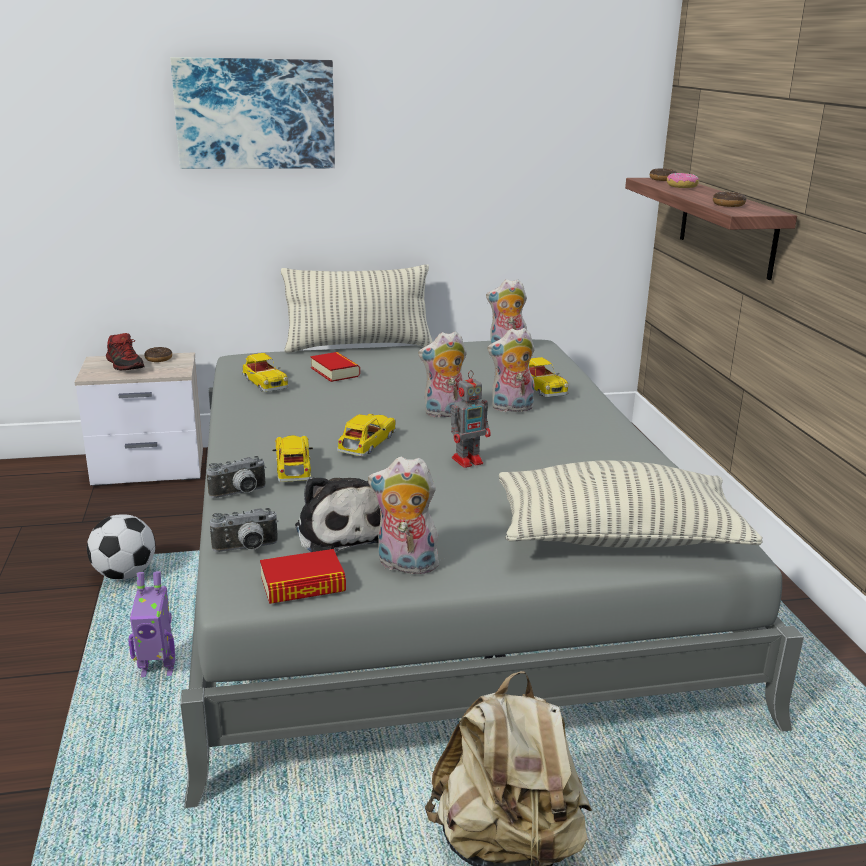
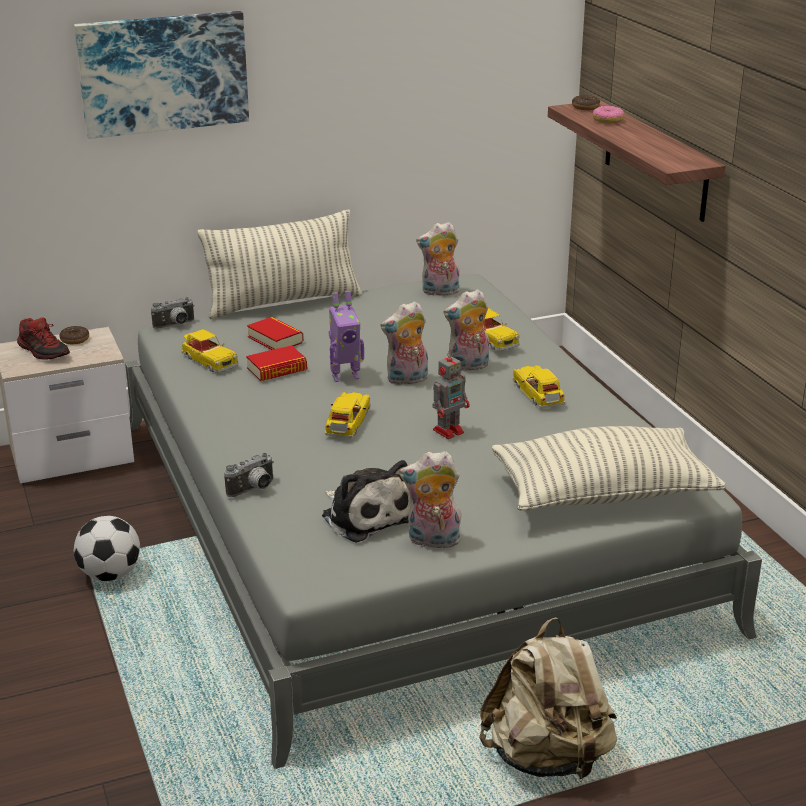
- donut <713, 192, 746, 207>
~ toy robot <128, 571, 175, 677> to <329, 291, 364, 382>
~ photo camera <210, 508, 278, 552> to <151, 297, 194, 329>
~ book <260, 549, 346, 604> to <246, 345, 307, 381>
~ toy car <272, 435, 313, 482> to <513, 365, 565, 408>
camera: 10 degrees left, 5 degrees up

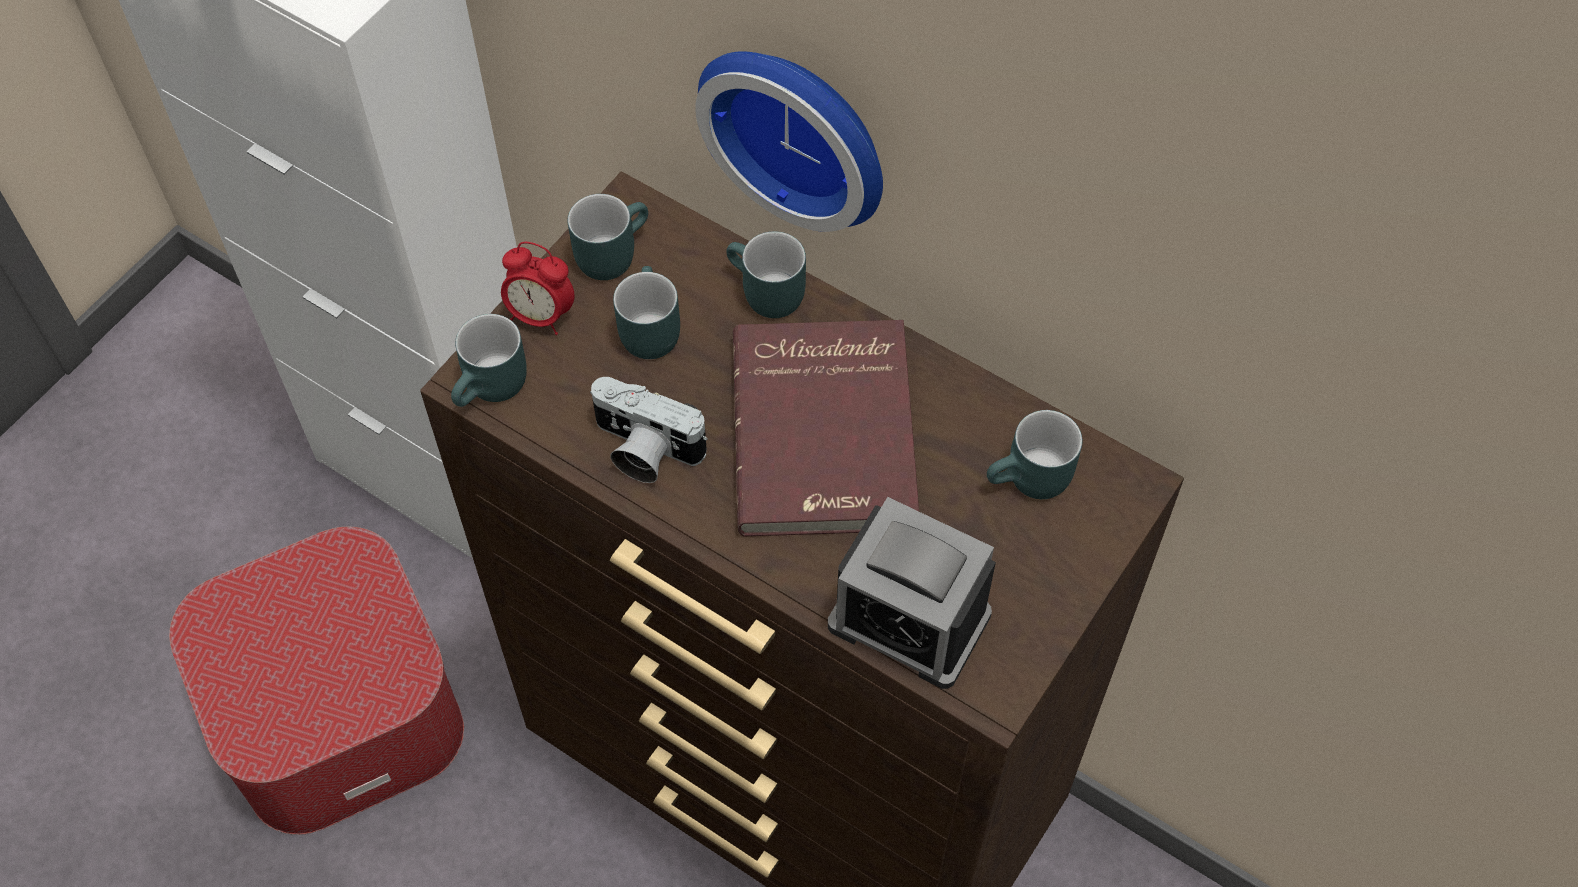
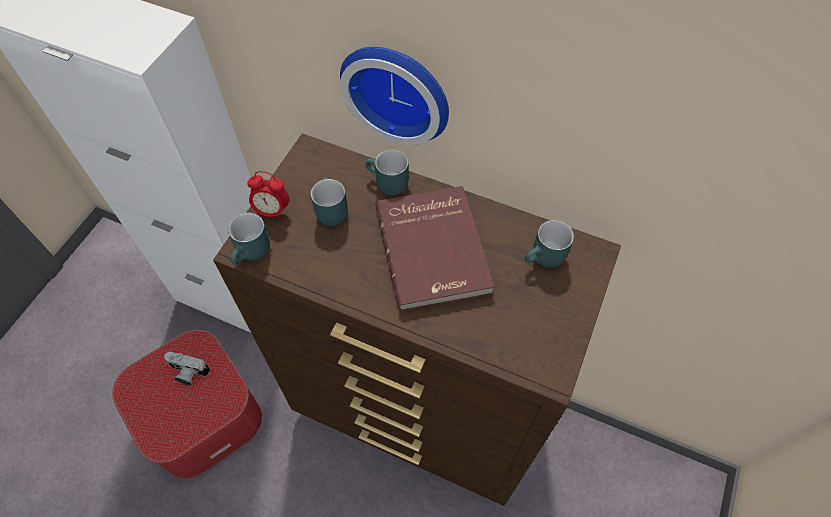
- turquoise mug <568, 194, 648, 280>
- alarm clock <828, 497, 996, 689>
~ photo camera <590, 377, 708, 483> to <164, 352, 210, 385>
camera: 10 degrees left, 0 degrees up

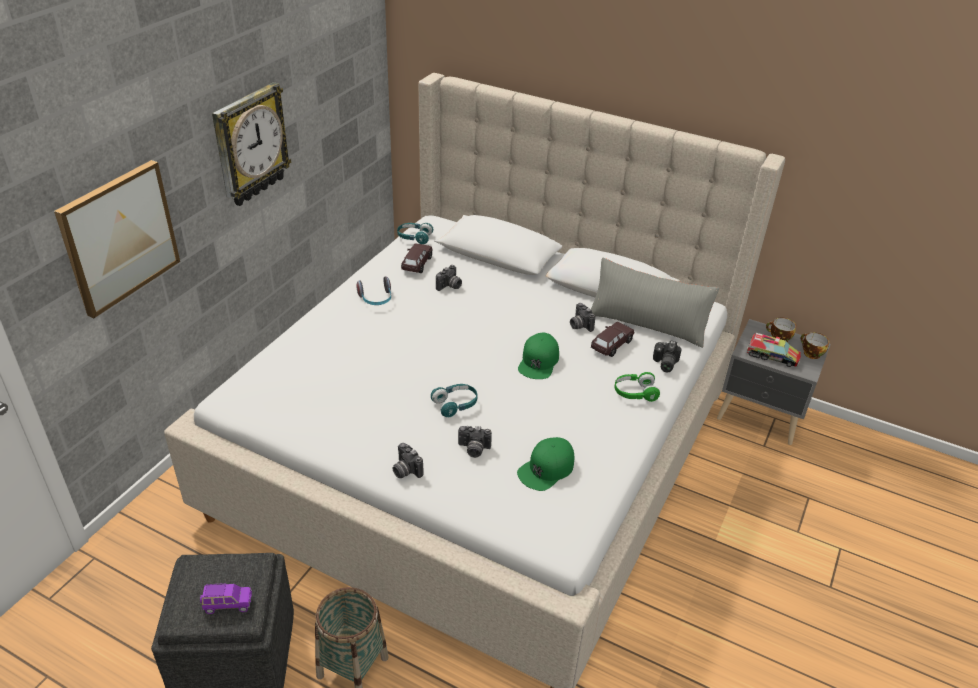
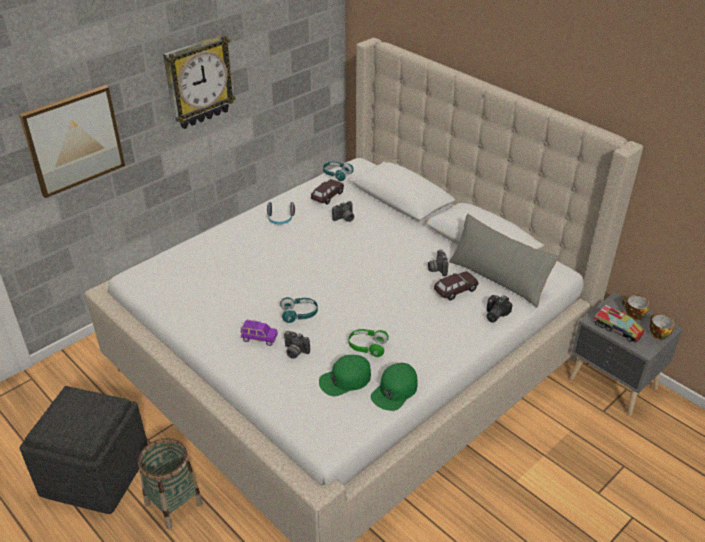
- photo camera <393, 443, 424, 478>
~ purple toy car <200, 583, 252, 614> to <241, 320, 278, 346>
~ green cap <518, 333, 559, 379> to <371, 363, 418, 411>
~ green headphones <615, 372, 660, 402> to <349, 329, 389, 357>
camera: 20 degrees right, 0 degrees up

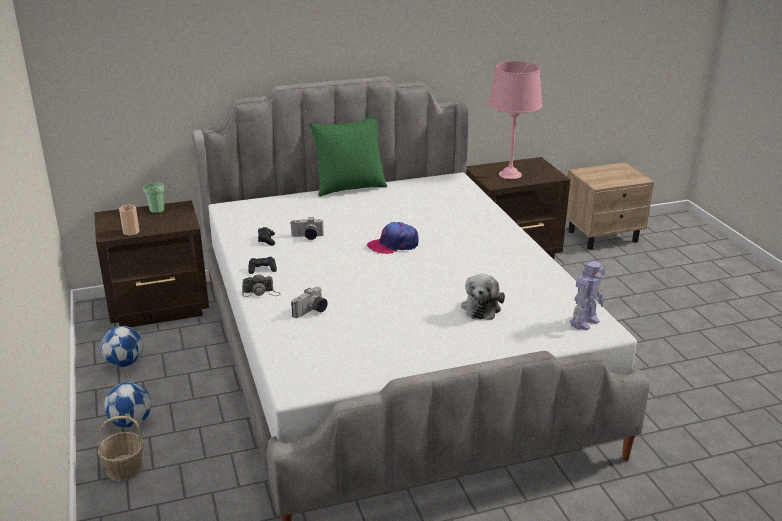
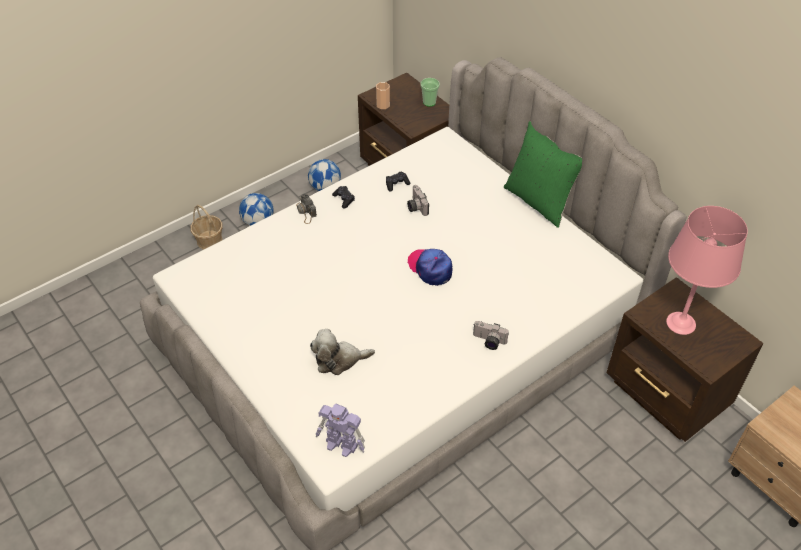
~ photo camera <291, 287, 328, 318> to <473, 321, 509, 350>
camera: 70 degrees right, 20 degrees up

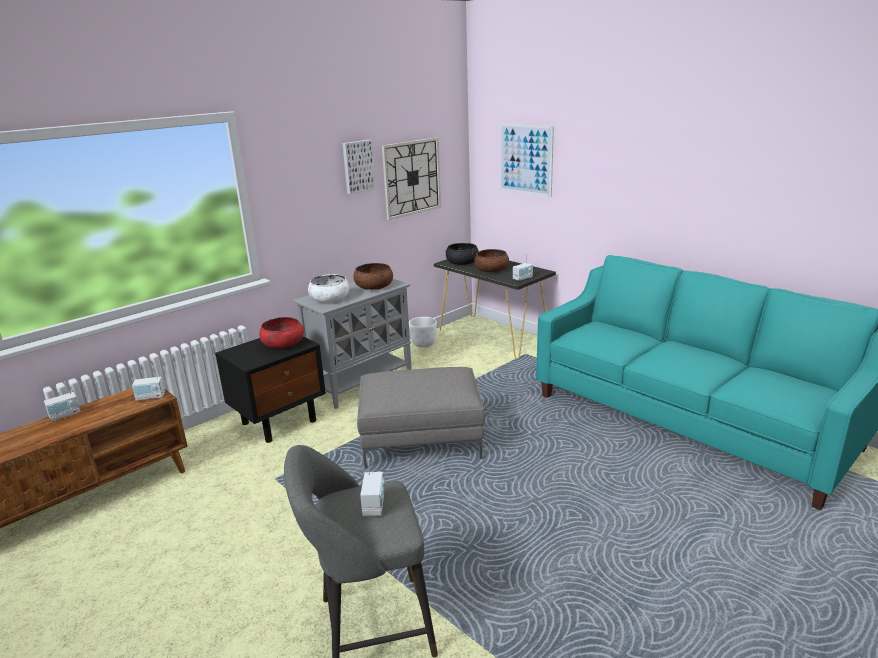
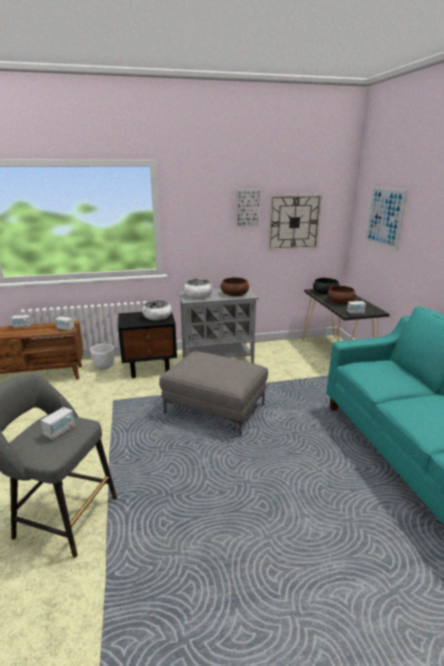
~ white planter <409, 317, 437, 348> to <90, 344, 115, 369>
~ red bowl <259, 317, 304, 349> to white bowl <142, 300, 172, 320>
camera: 30 degrees right, 0 degrees up

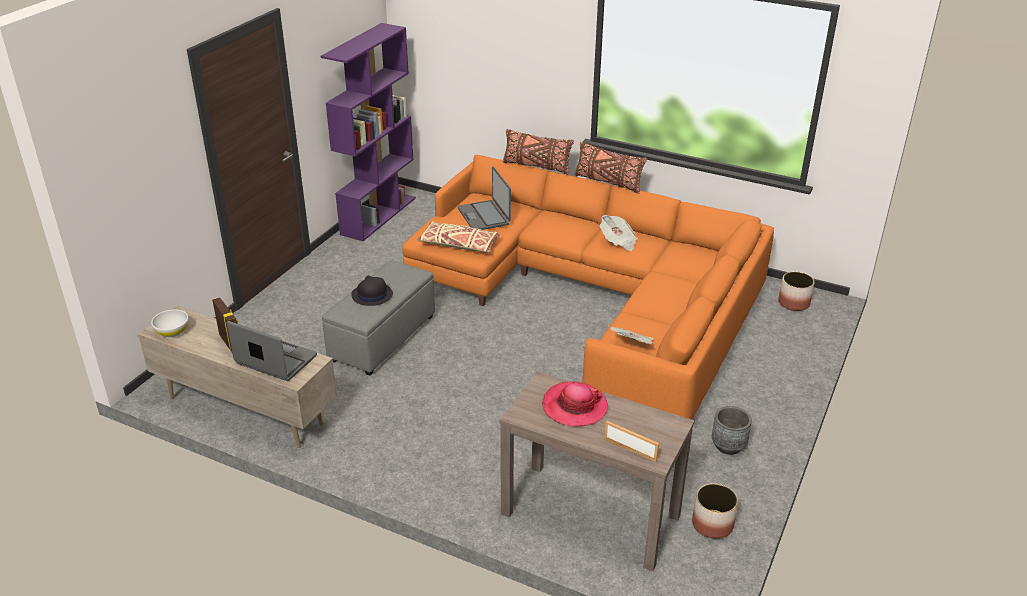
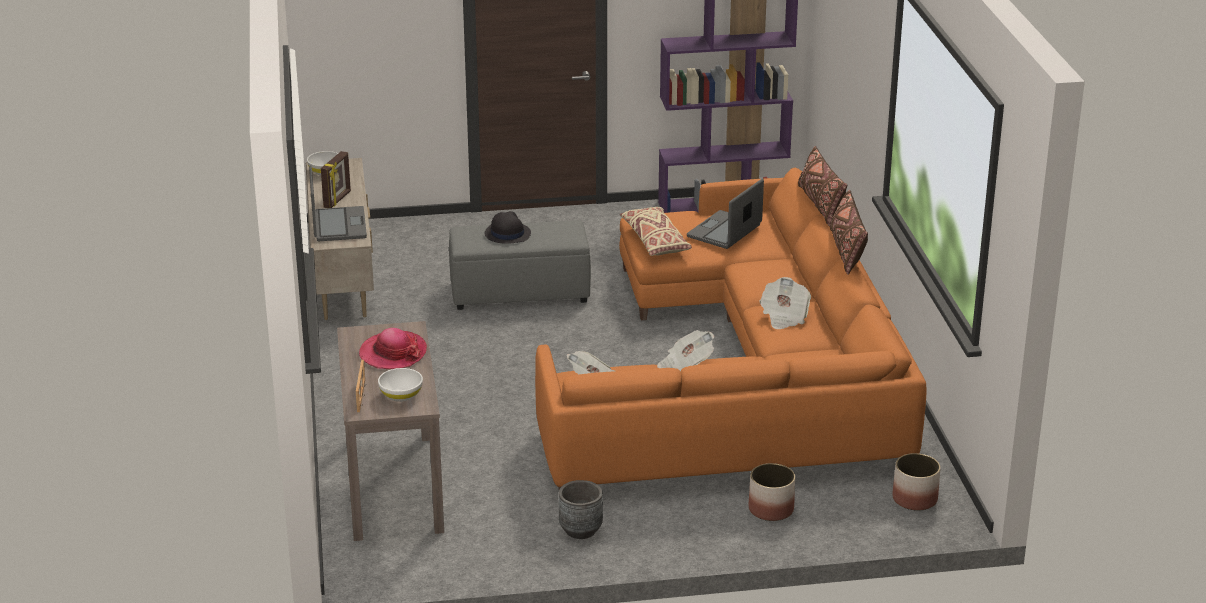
+ white bowl <378, 368, 423, 402>
+ newspaper <657, 330, 715, 371>
~ planter <692, 484, 738, 539> to <749, 463, 795, 521>
camera: 55 degrees right, 5 degrees down

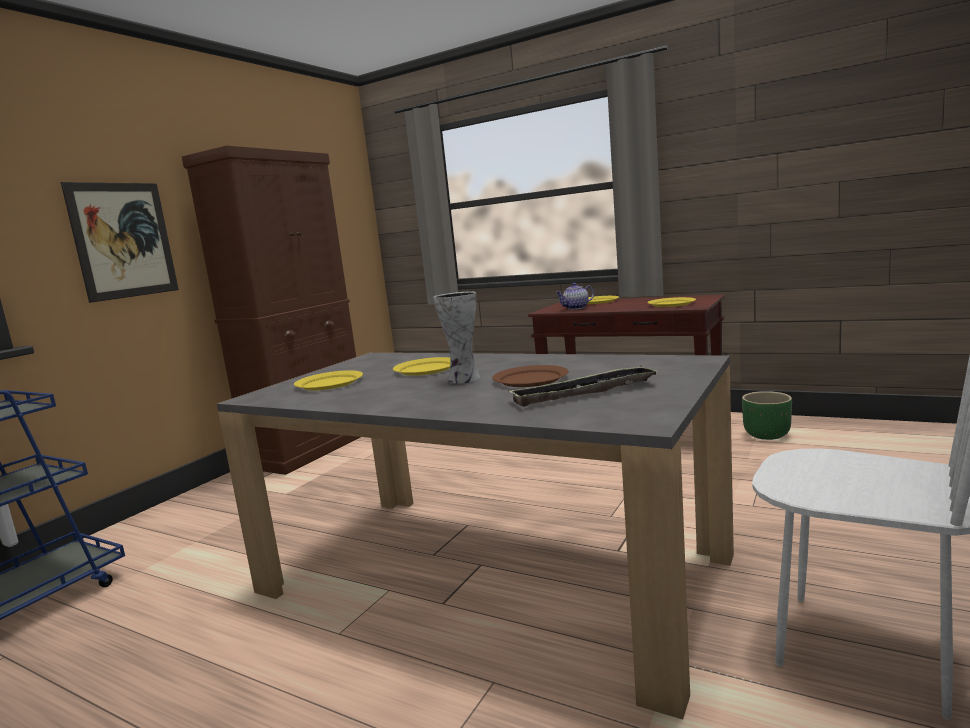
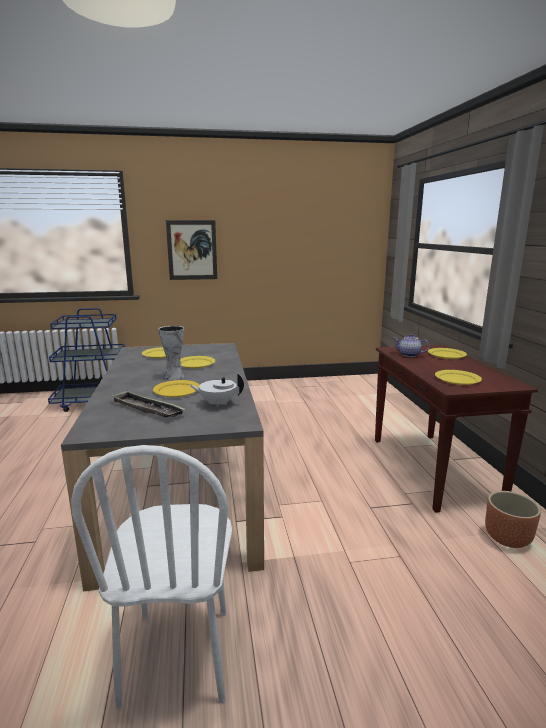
- brown cabinet <182, 145, 360, 475>
+ white teapot <189, 373, 244, 407>
~ brown plate <492, 365, 568, 387> to yellow plate <153, 380, 200, 397>
~ green planter <742, 391, 792, 440> to brown planter <485, 491, 541, 548>
camera: 50 degrees right, 5 degrees up

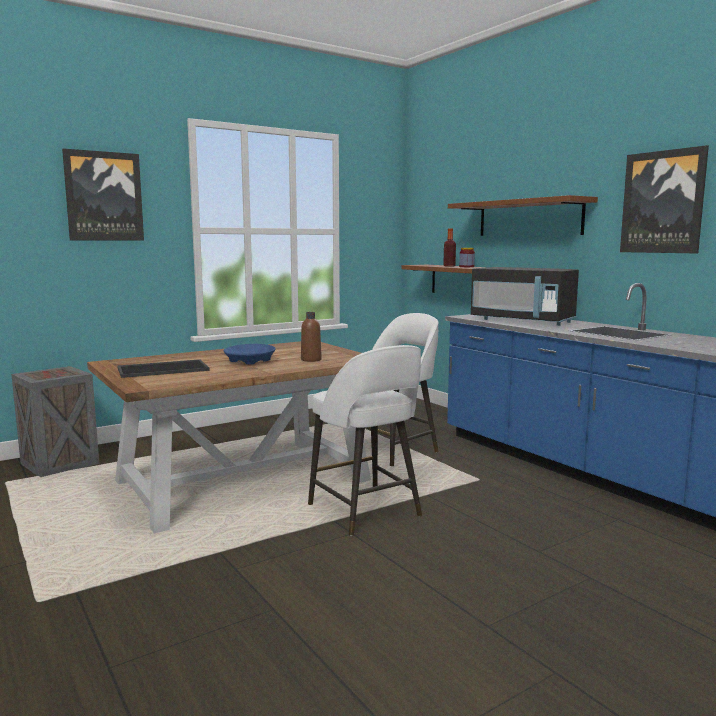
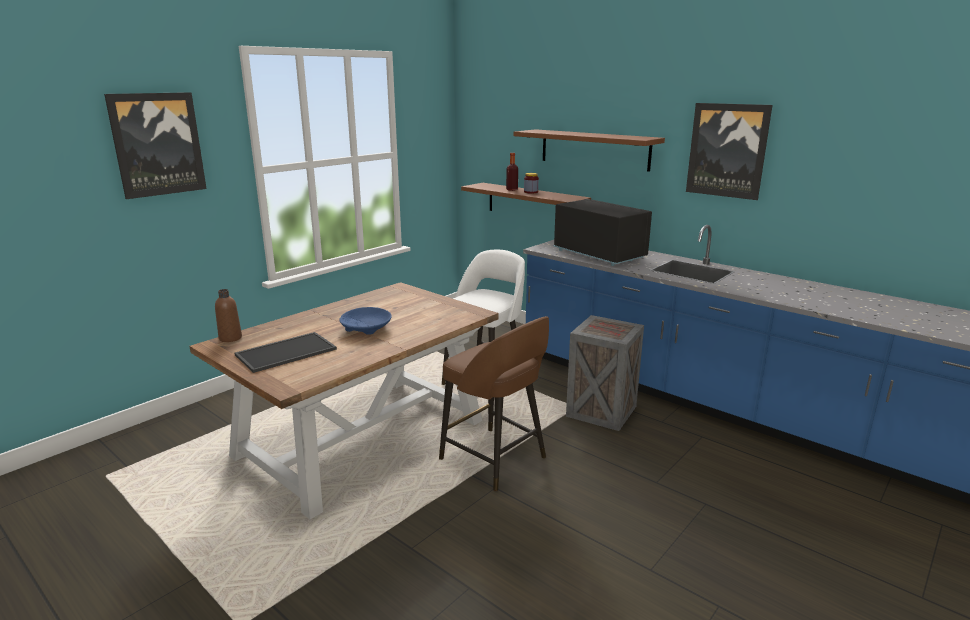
~ crate <11, 366, 99, 477> to <566, 315, 644, 431>
~ brown bottle <301, 312, 322, 362> to <215, 289, 242, 342>
~ white stool <308, 345, 422, 536> to brown stool <439, 316, 549, 491>
~ black microwave <471, 267, 579, 326> = <554, 199, 652, 266> 150 degrees counterclockwise
camera: 15 degrees left, 10 degrees up

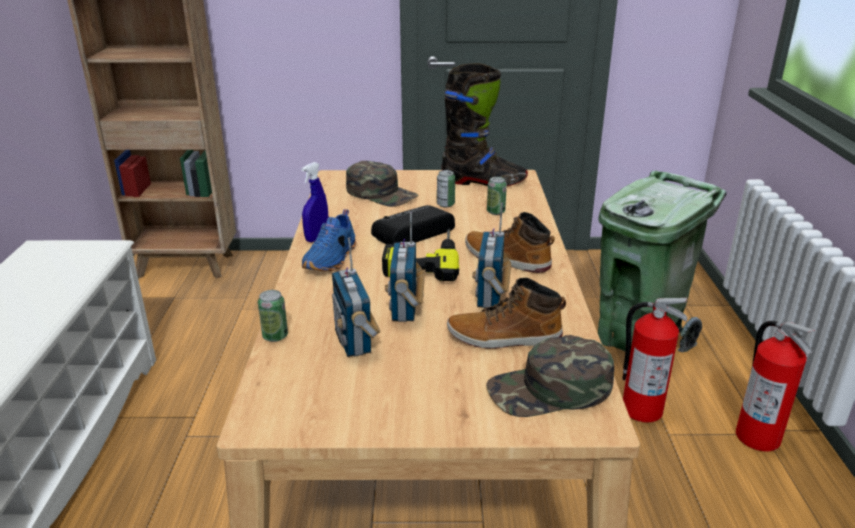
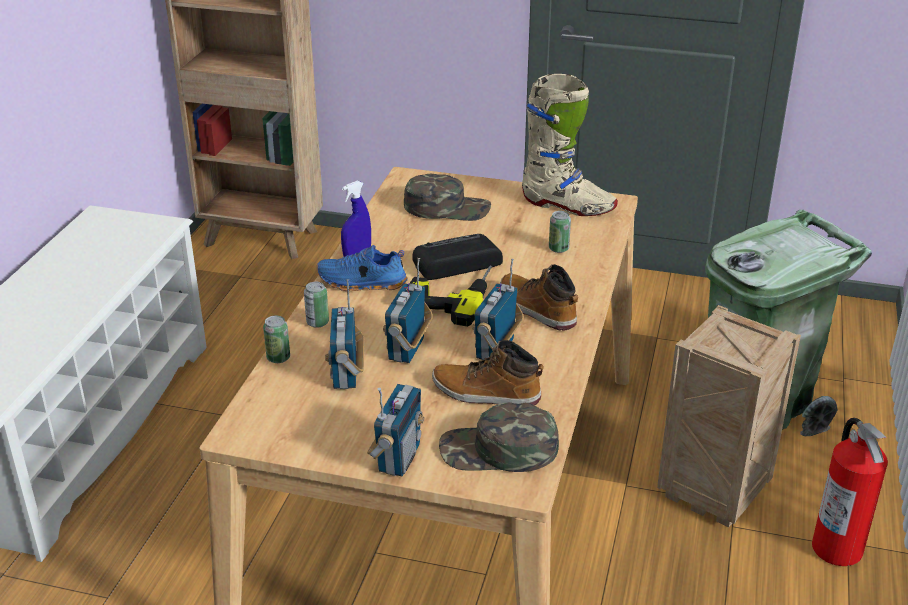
+ radio <367, 384, 425, 476>
~ can <437, 170, 455, 207> to <304, 282, 329, 328>
~ fire extinguisher <623, 298, 687, 422> to crate <657, 305, 801, 527>
~ black boot <441, 63, 528, 186> to beige boot <522, 74, 618, 216>
~ blue shoe <302, 209, 356, 271> = <317, 245, 408, 291> 60 degrees clockwise
~ green cap <346, 161, 419, 207> = <404, 174, 491, 221> 45 degrees counterclockwise
camera: 15 degrees right, 5 degrees up

